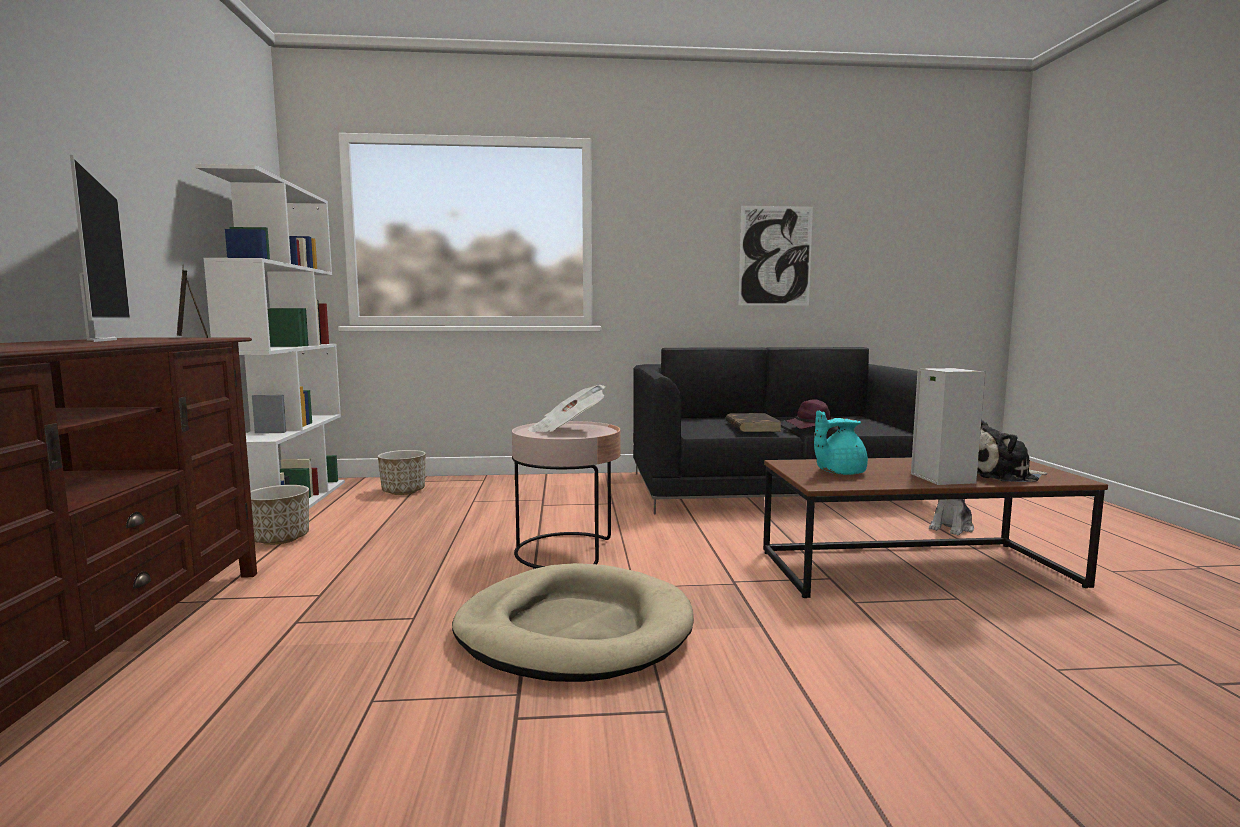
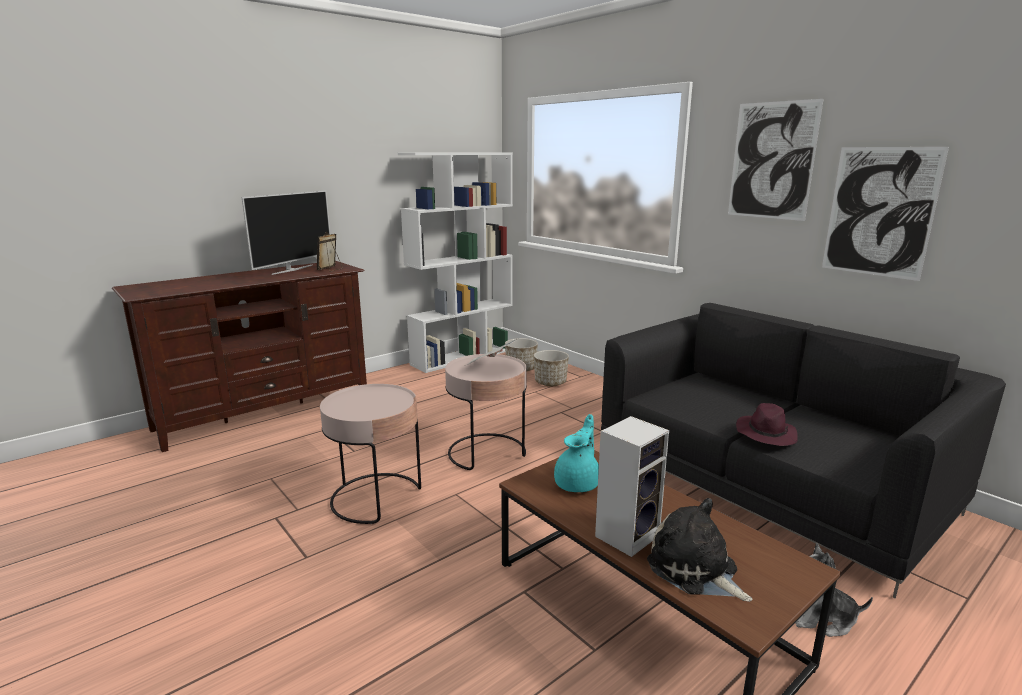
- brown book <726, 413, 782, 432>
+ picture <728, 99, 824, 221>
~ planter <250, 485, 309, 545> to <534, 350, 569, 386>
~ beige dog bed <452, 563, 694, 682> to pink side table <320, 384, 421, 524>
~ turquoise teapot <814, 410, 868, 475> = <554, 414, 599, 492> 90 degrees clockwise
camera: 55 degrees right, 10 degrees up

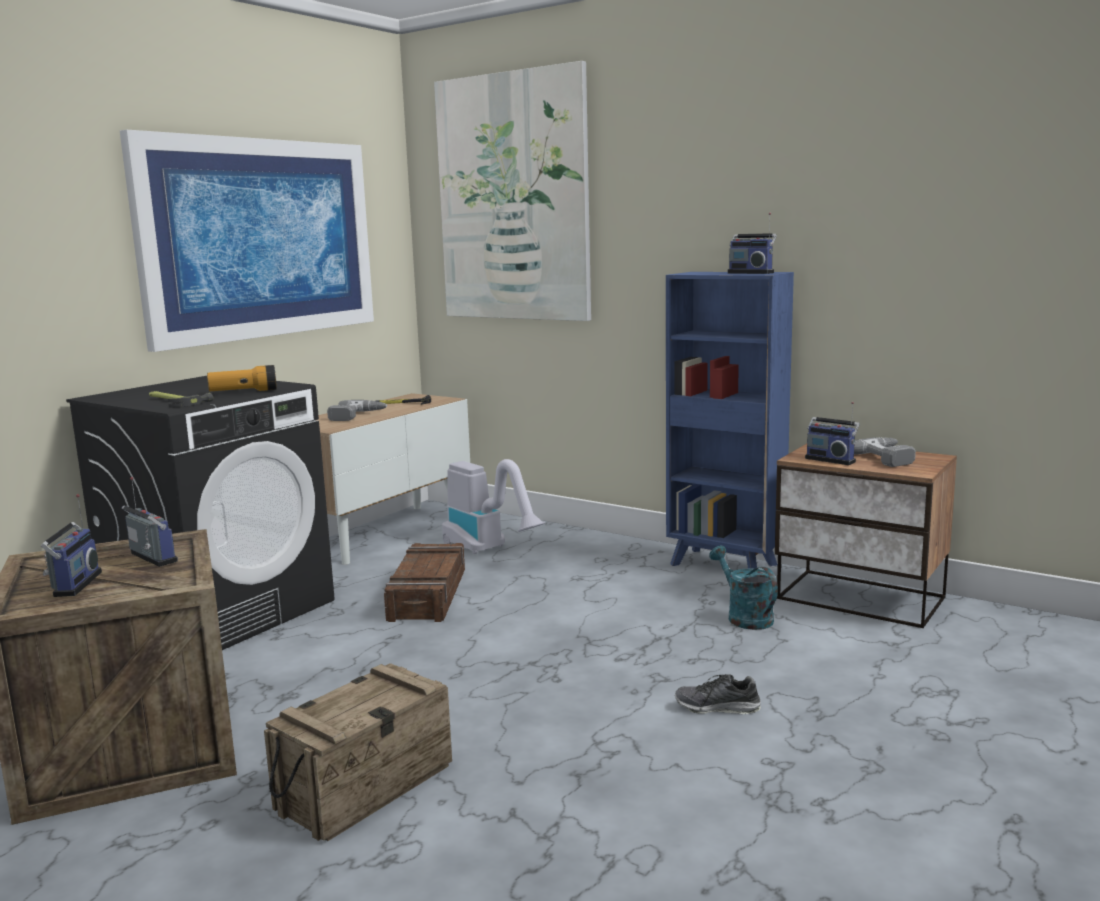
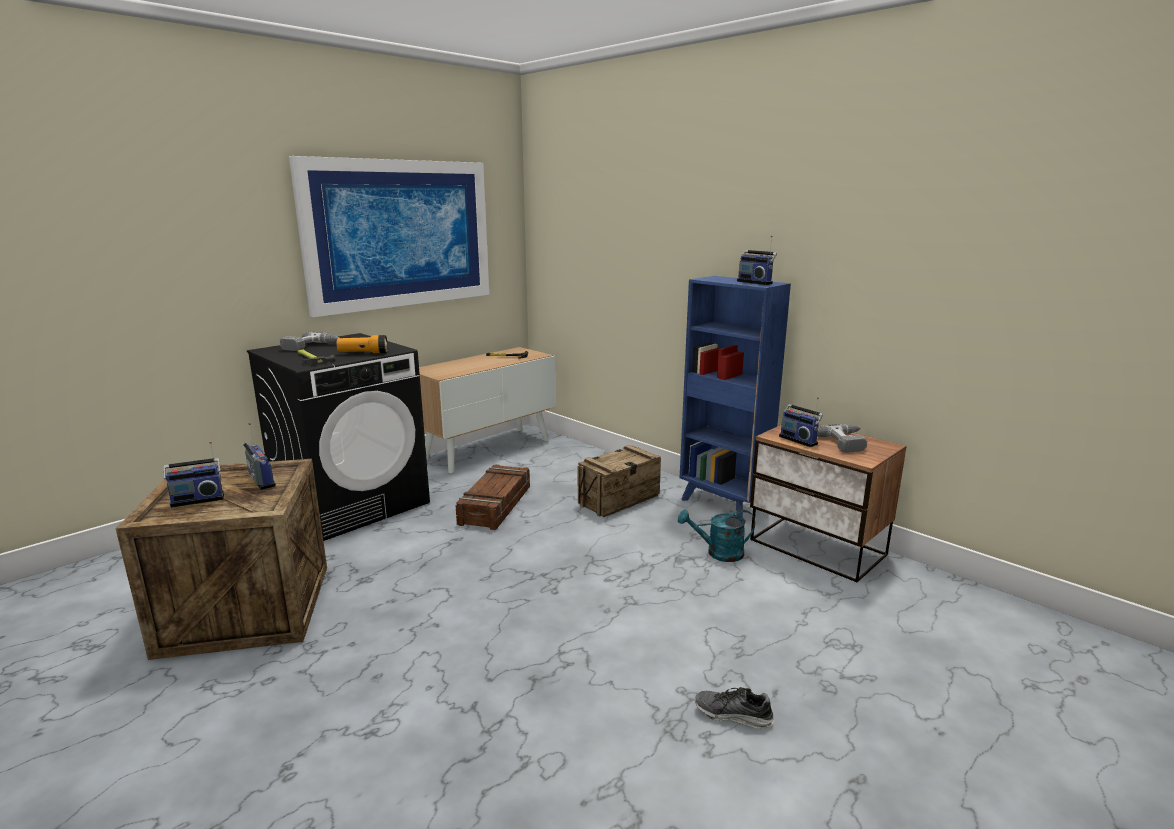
- picture <434, 61, 591, 321>
- vacuum cleaner <442, 459, 545, 554>
~ crate <264, 663, 452, 841> to <578, 445, 661, 517>
~ power drill <327, 400, 388, 421> to <280, 332, 339, 351>
~ shoe <675, 674, 761, 714> to <695, 687, 774, 728>
~ radio <41, 494, 102, 597> = <163, 441, 224, 508> 60 degrees clockwise
~ turquoise watering can <709, 545, 778, 630> = <678, 510, 755, 562> 75 degrees counterclockwise
camera: 10 degrees right, 5 degrees up

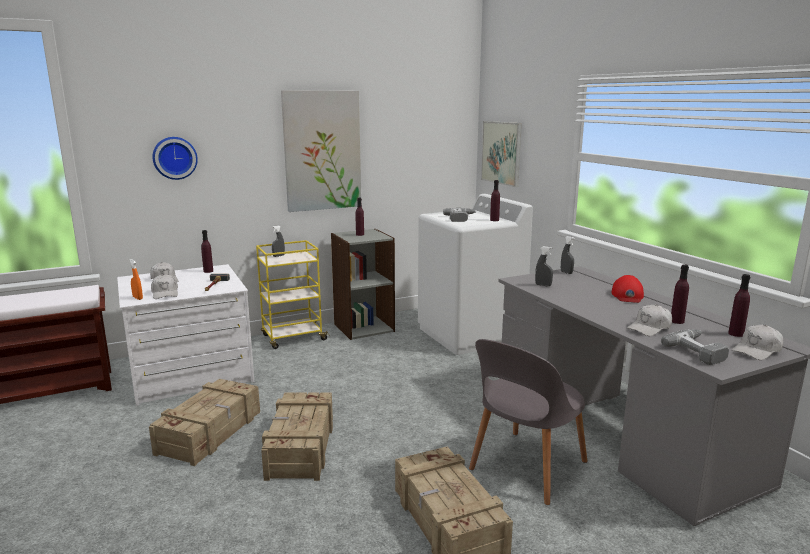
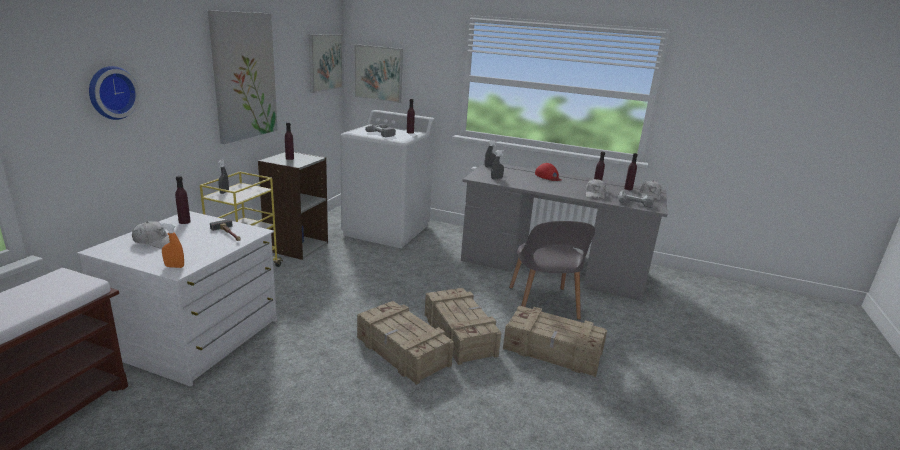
- white cap <151, 274, 178, 299>
+ picture <309, 34, 343, 93>
~ crate <149, 379, 260, 466> to <425, 288, 501, 365>
camera: 45 degrees left, 5 degrees up

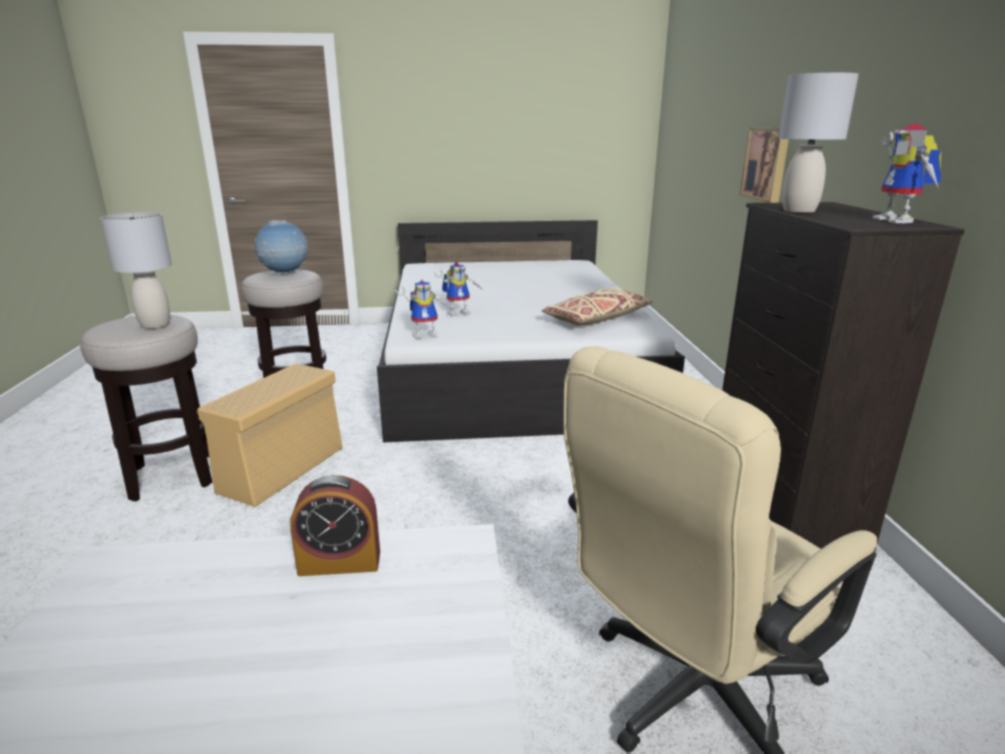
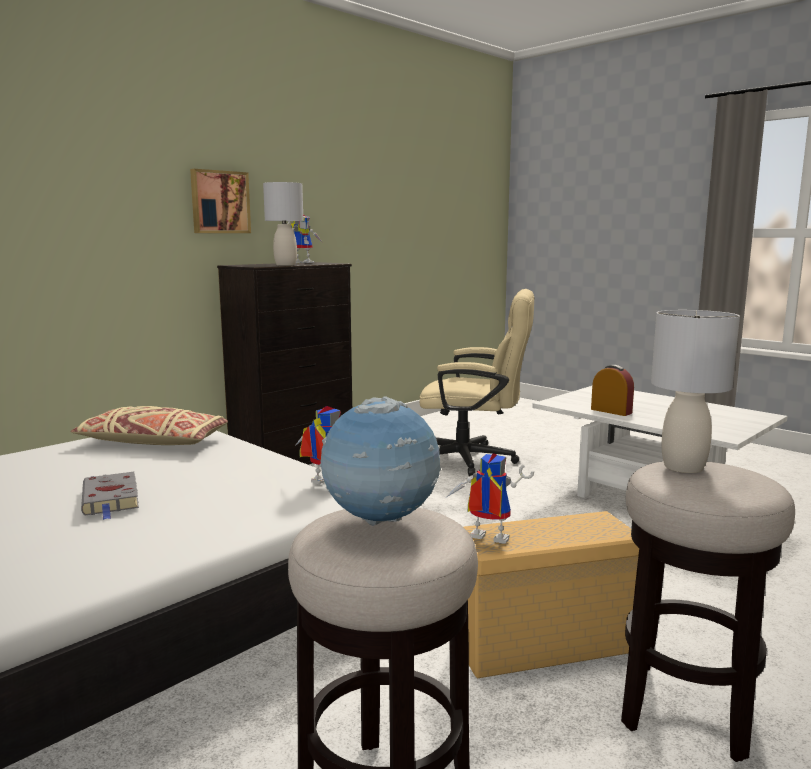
+ grey book <81, 472, 139, 520>
~ toy robot <434, 262, 483, 316> to <445, 453, 534, 544>
~ picture <739, 128, 789, 203> to <190, 169, 251, 233>
camera: 130 degrees left, 10 degrees down

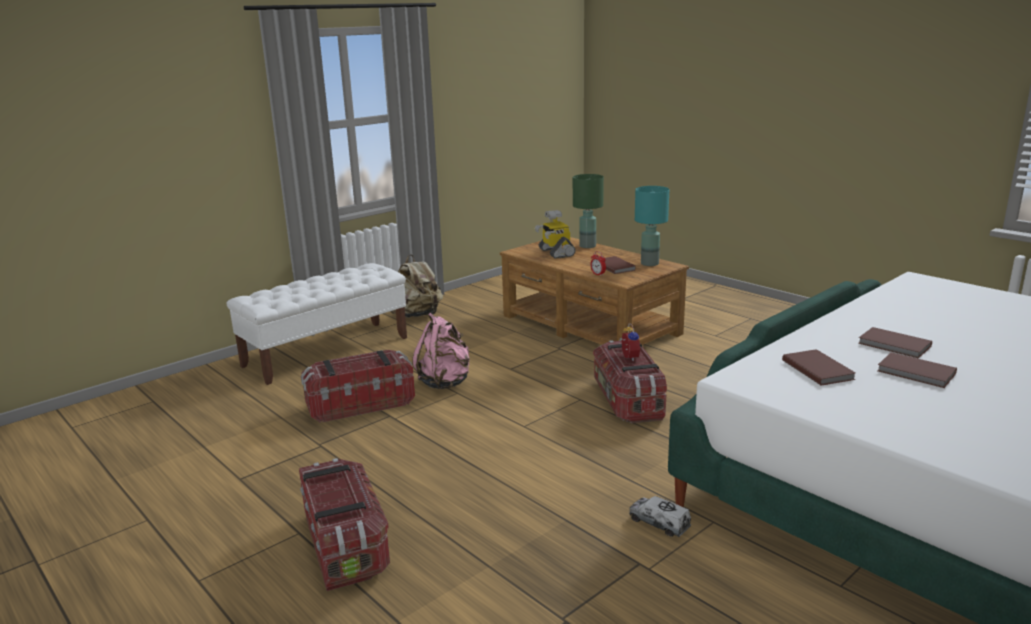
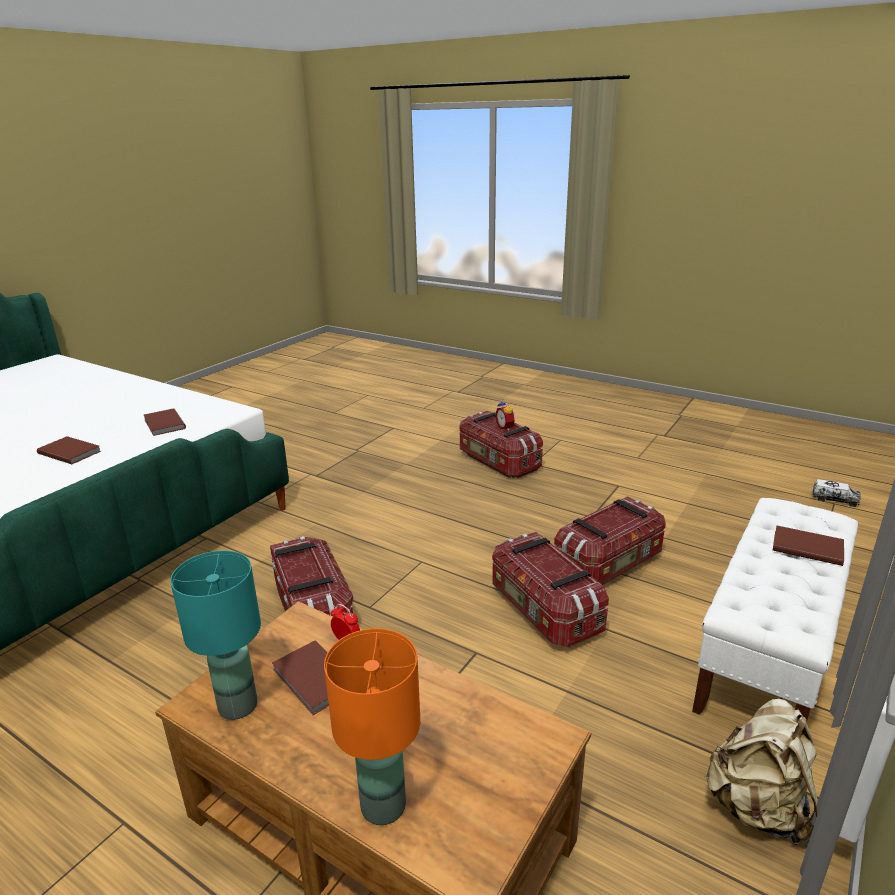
- toy robot <535, 210, 576, 259>
~ alarm clock <619, 323, 640, 361> to <495, 399, 516, 431>
~ toy truck <629, 496, 691, 537> to <812, 479, 861, 507>
~ brown book <877, 352, 957, 388> to <773, 525, 844, 566>
~ pink backpack <412, 313, 470, 389> to storage box <492, 532, 609, 647>
~ green table lamp <573, 174, 604, 248> to orange table lamp <324, 628, 420, 825>
camera: 165 degrees right, 5 degrees up

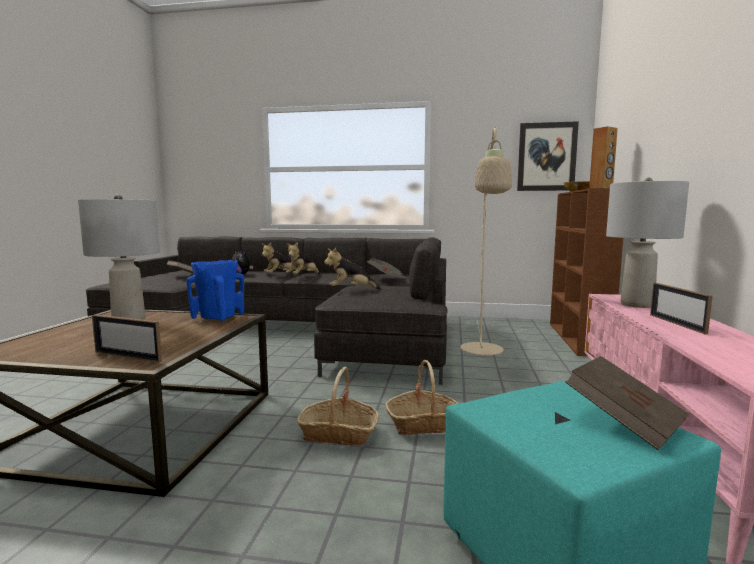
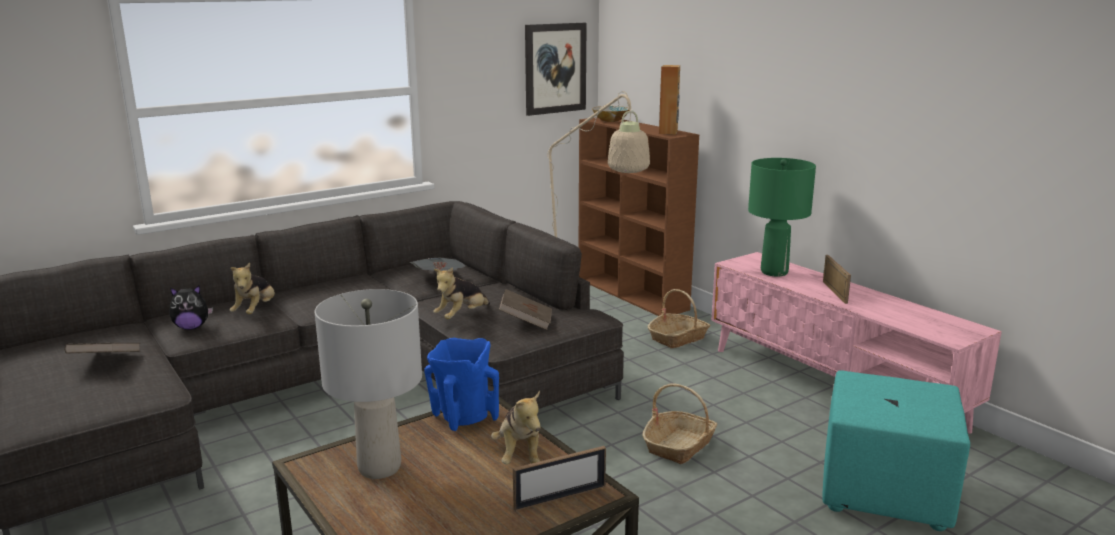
~ plush toy <286, 242, 320, 274> to <491, 391, 541, 464>
~ basket <297, 367, 379, 446> to <648, 289, 711, 348>
~ brown book <565, 356, 689, 450> to <499, 289, 552, 330>
~ grey table lamp <606, 178, 689, 308> to green table lamp <748, 158, 816, 276>
~ picture frame <650, 283, 713, 334> = <823, 255, 851, 304> 135 degrees counterclockwise
camera: 45 degrees left, 10 degrees up

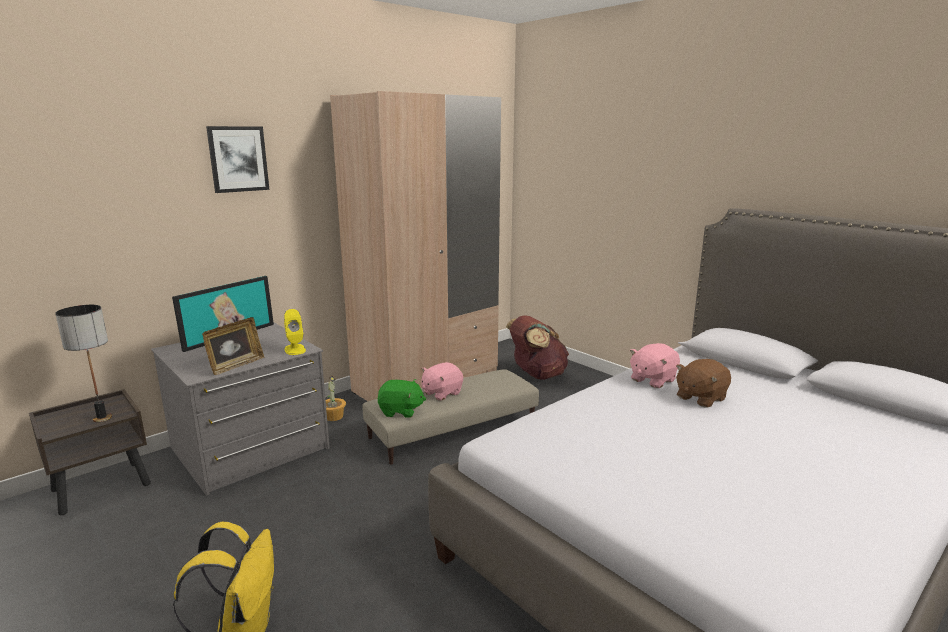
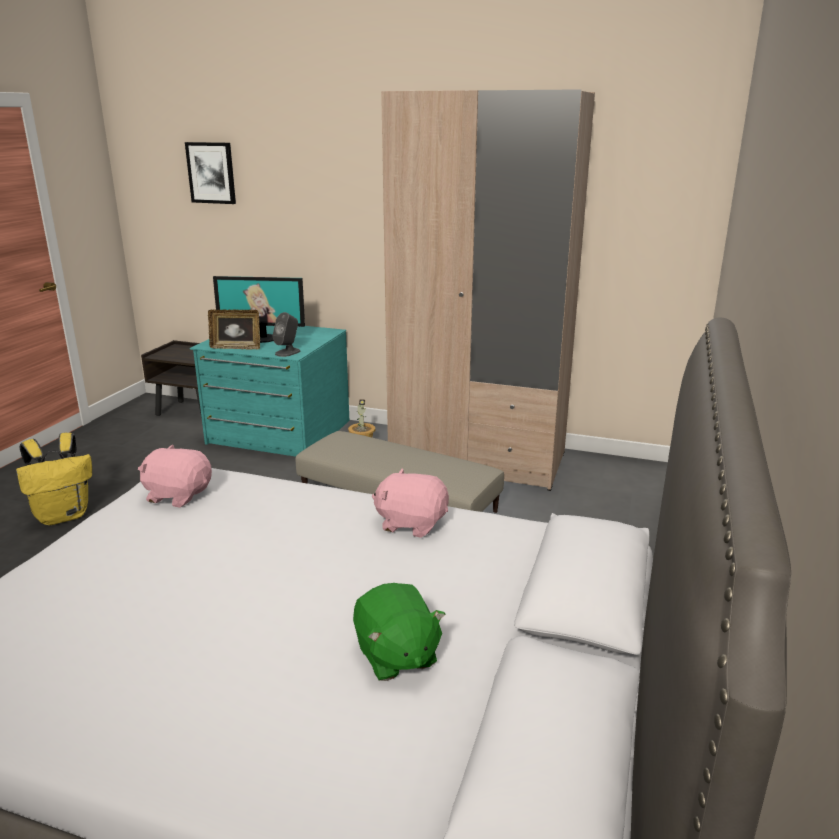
- table lamp <55, 305, 112, 422>
- brown backpack <506, 315, 569, 380>
- brown plush toy <676, 359, 731, 408>
~ picture <206, 126, 269, 193> to <185, 142, 236, 204>
~ green plush toy <378, 379, 426, 418> to <353, 583, 445, 681>
~ pink plush toy <421, 362, 463, 401> to <138, 444, 212, 508>
~ grey dresser <151, 322, 330, 496> to turquoise dresser <190, 326, 350, 457>
~ yellow speaker <284, 309, 306, 355> to grey speaker <273, 312, 300, 357>
camera: 60 degrees right, 5 degrees up

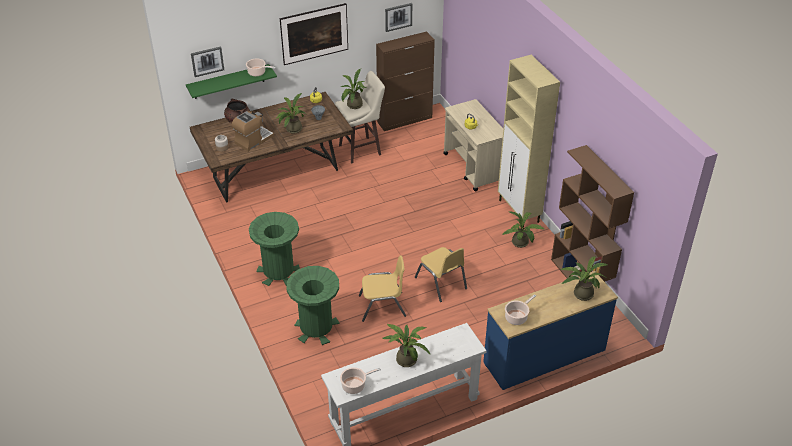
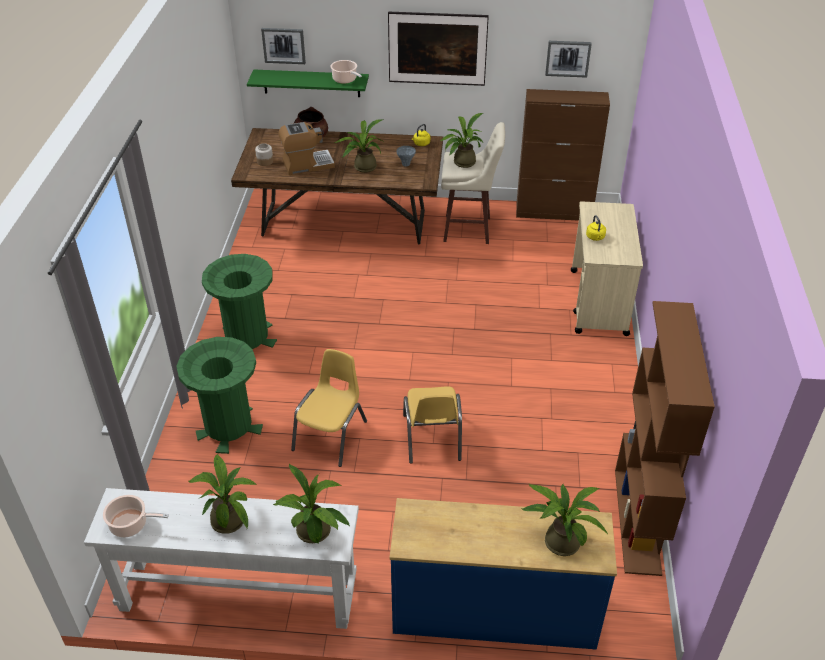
- beige cabinet <498, 55, 560, 228>
- cooking pot <505, 294, 536, 325>
~ potted plant <503, 212, 545, 248> to <273, 464, 350, 543>
~ yellow chair <359, 255, 406, 322> = <291, 349, 367, 467> 90 degrees counterclockwise
camera: 30 degrees right, 0 degrees up

